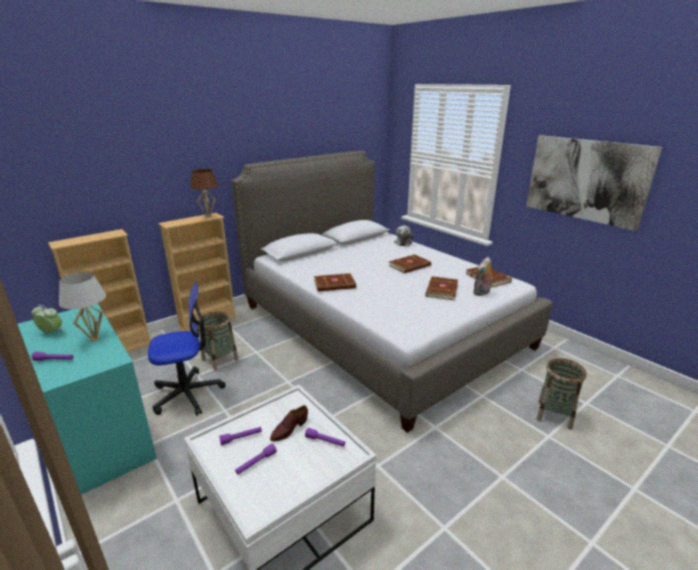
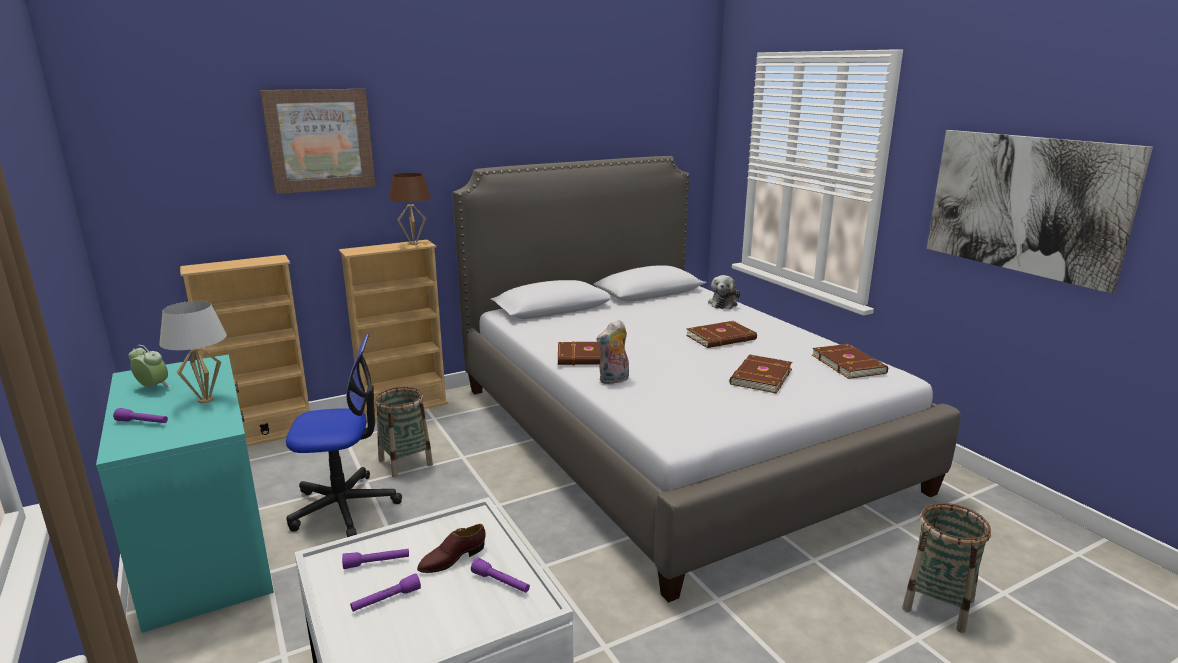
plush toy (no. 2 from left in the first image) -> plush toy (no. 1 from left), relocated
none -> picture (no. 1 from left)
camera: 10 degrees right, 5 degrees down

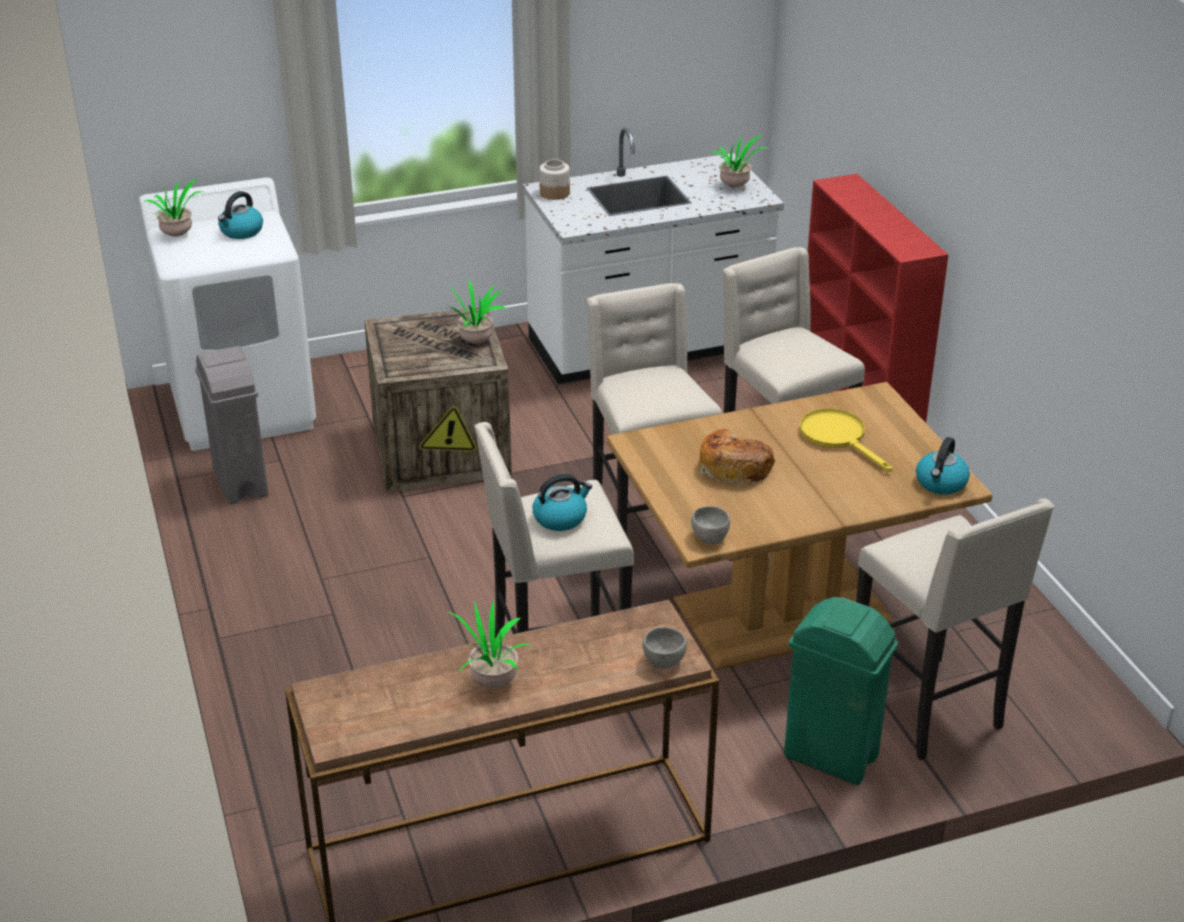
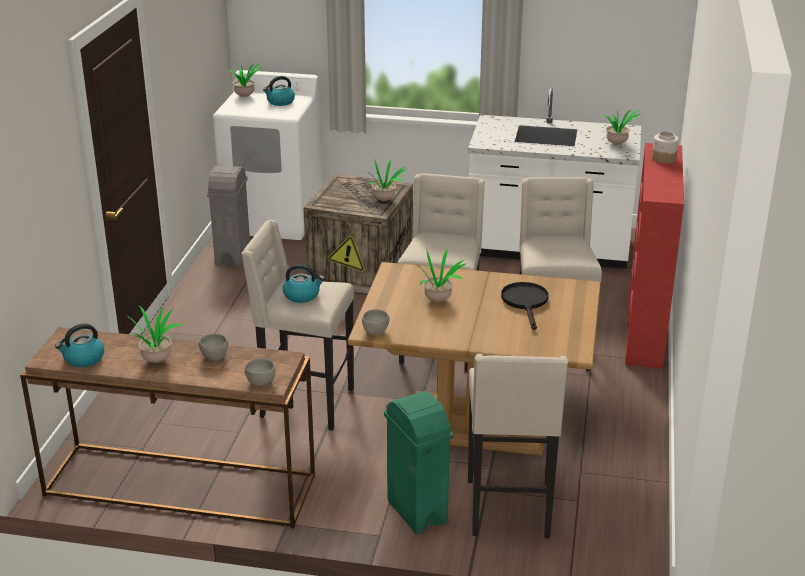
jar, relocated
yellow frying pan -> black frying pan
bread -> potted plant (no. 4 from left)
kettle (no. 3 from left in the first image) -> kettle (no. 1 from left), relocated
none -> grey bowl (no. 1 from left)
camera: 30 degrees right, 5 degrees down

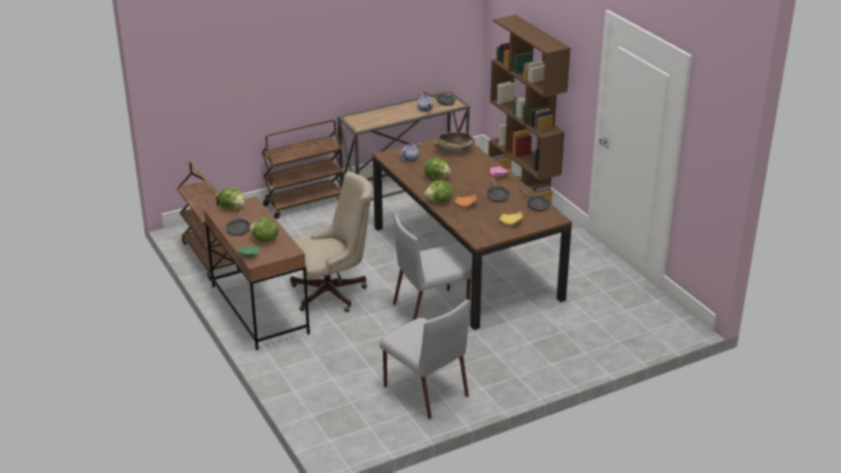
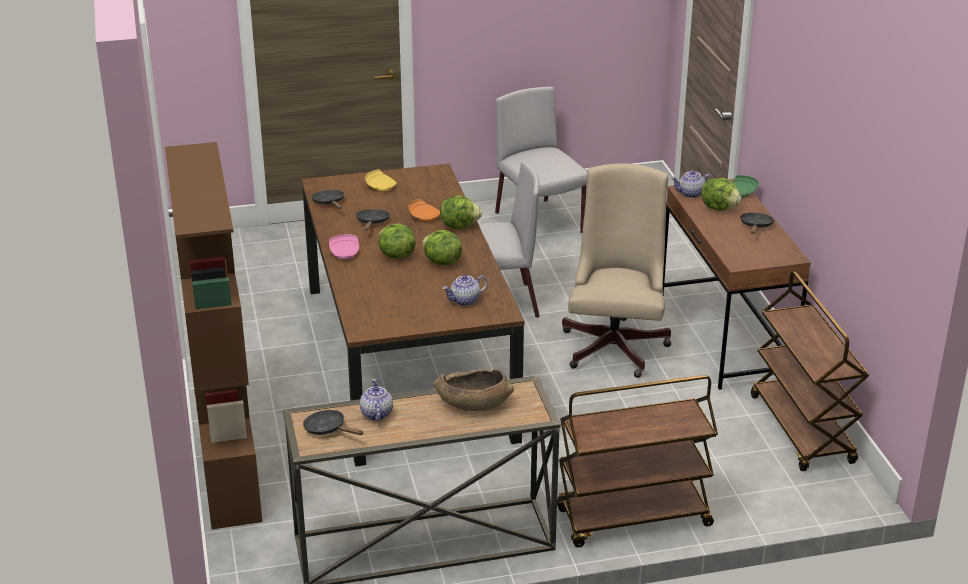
brown bowl, relocated
beige office chair, 105 degrees clockwise
lettuce (no. 1 from left), relocated
none -> teapot (no. 3 from left)
camera: 165 degrees left, 0 degrees up

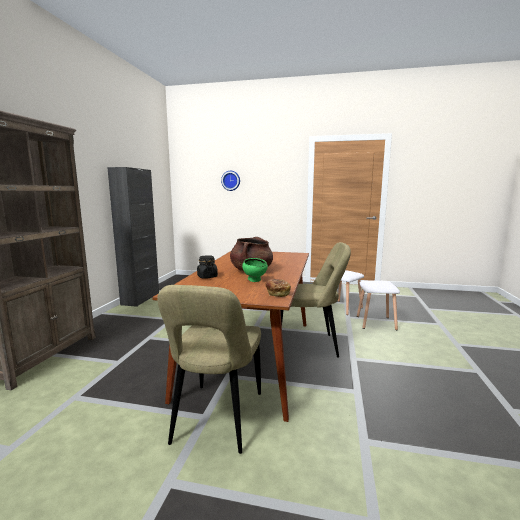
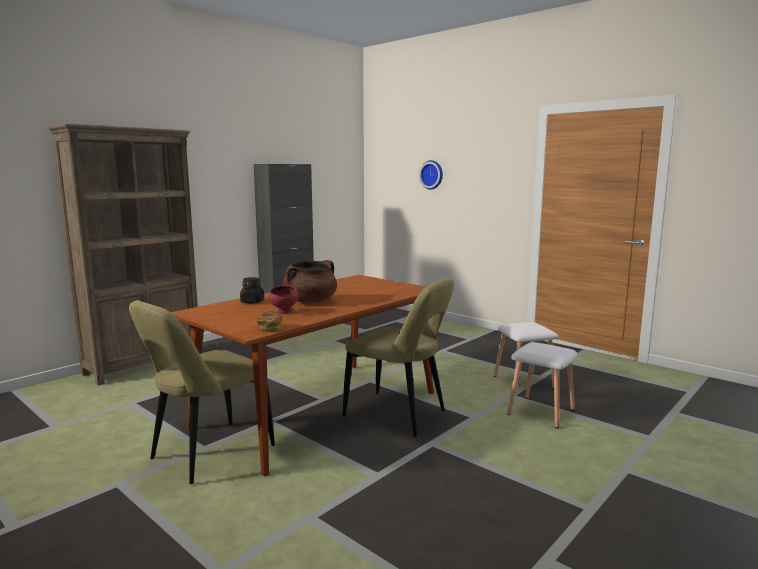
green bowl -> red bowl
camera: 30 degrees right, 0 degrees up

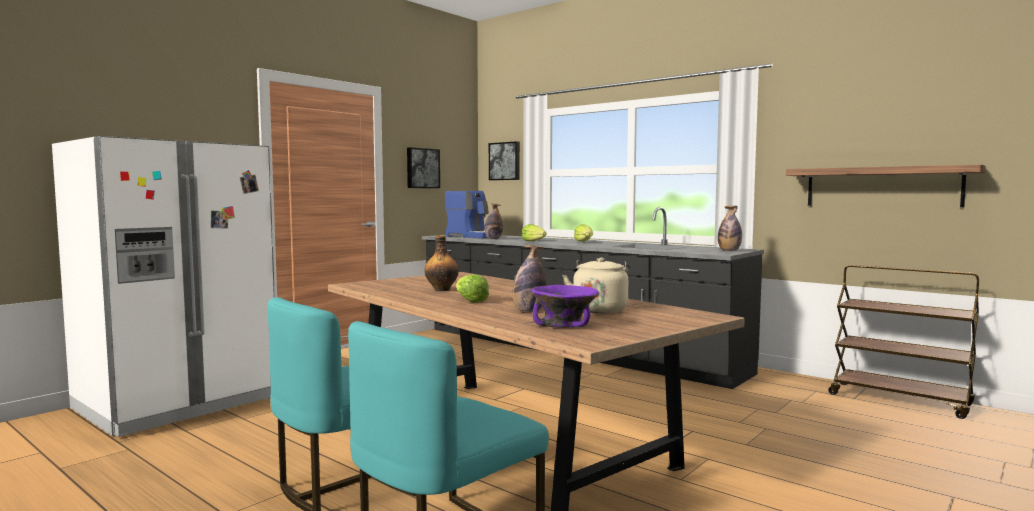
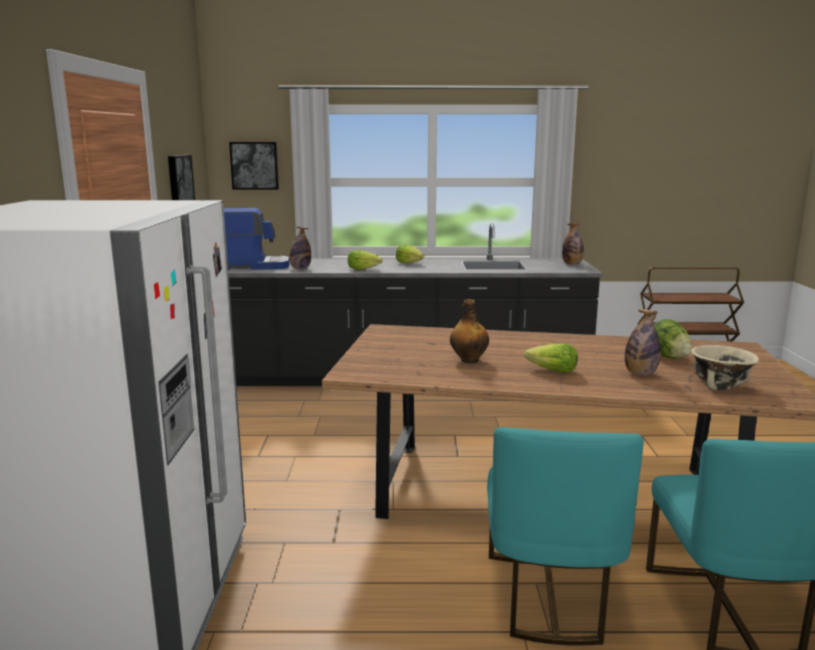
shelf -> none
beige kettle -> lettuce (no. 4 from left)
purple bowl -> beige bowl
camera: 40 degrees left, 10 degrees up

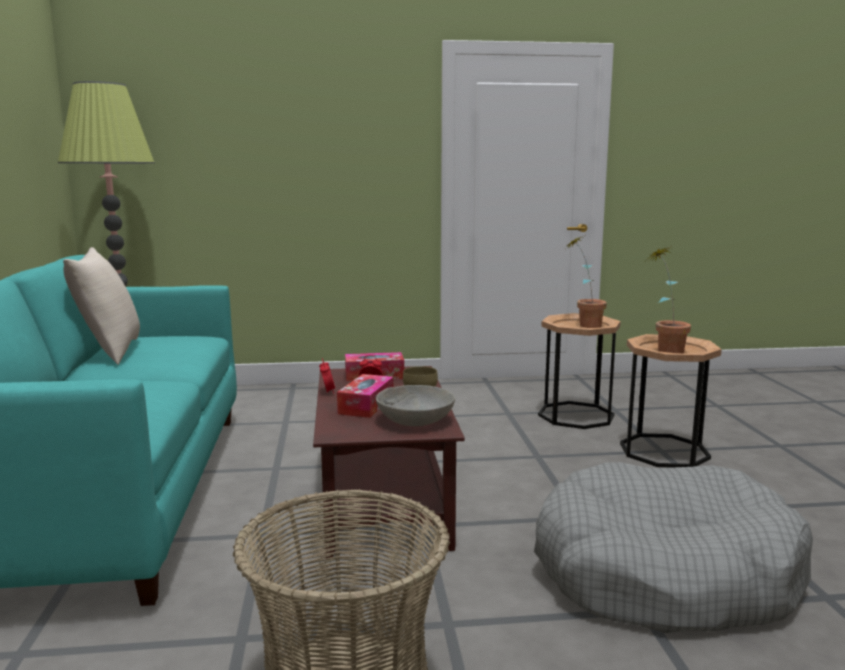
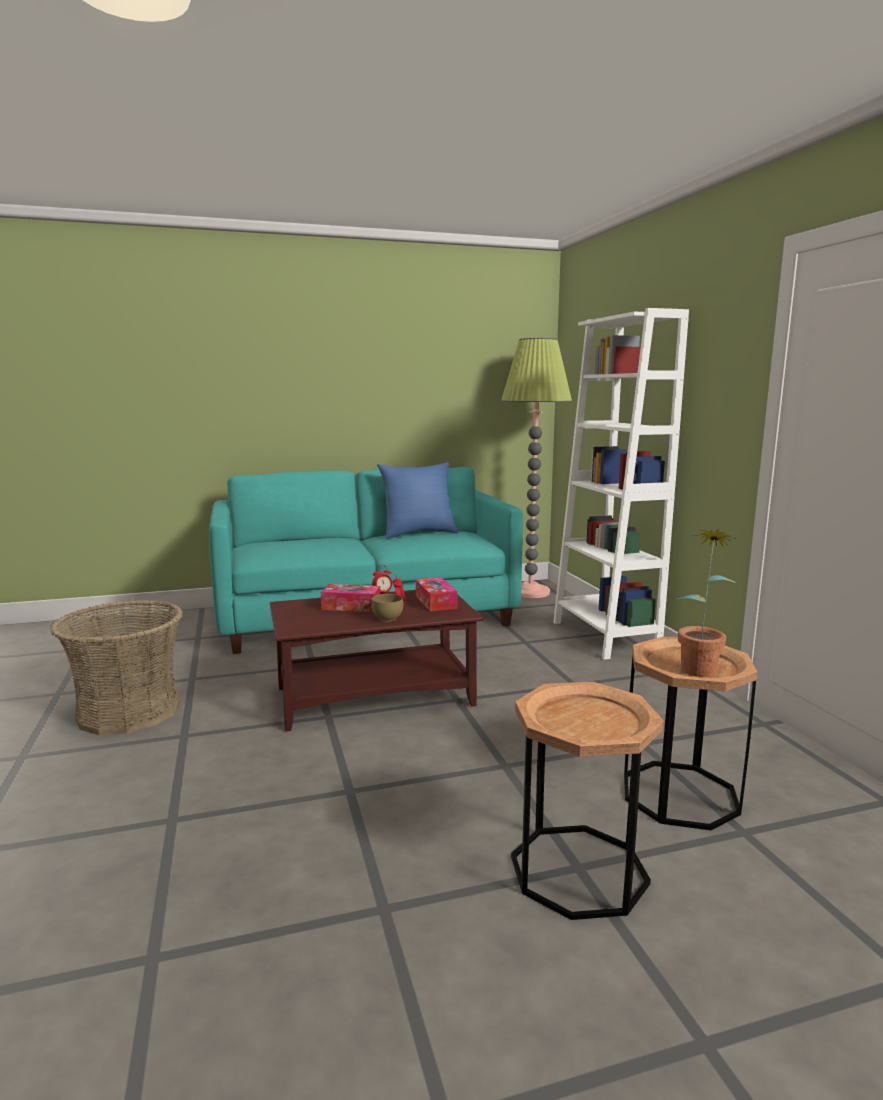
potted plant (no. 2 from left) -> none
beige pillow -> blue pillow
grey bowl -> none
grey dog bed -> none
none -> white bookcase
camera: 80 degrees right, 0 degrees up

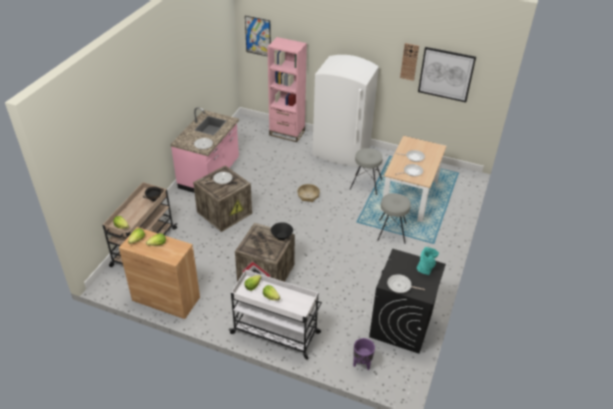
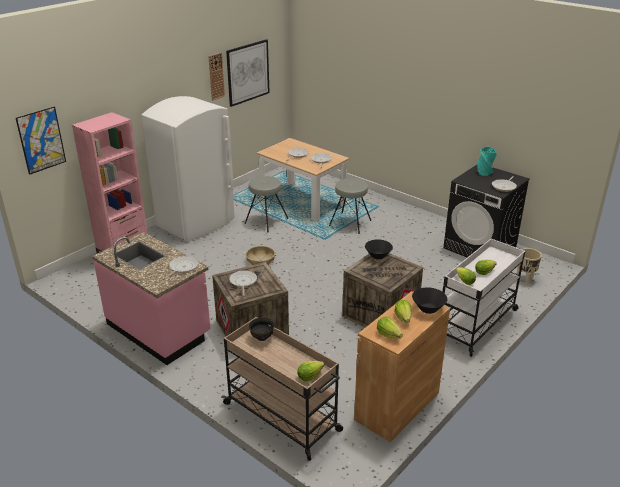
purple planter -> beige planter
none -> black bowl (no. 3 from left)
camera: 70 degrees left, 10 degrees down

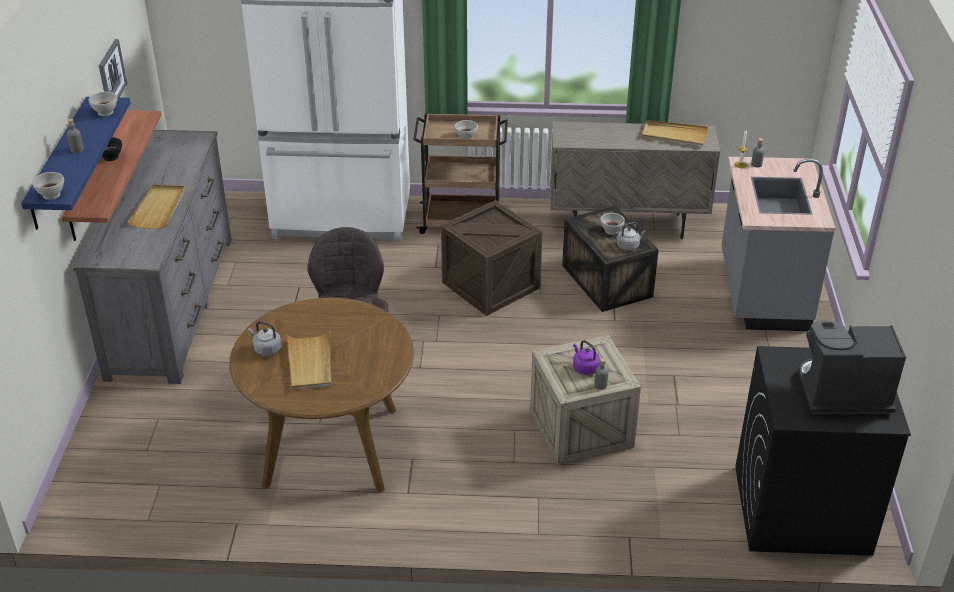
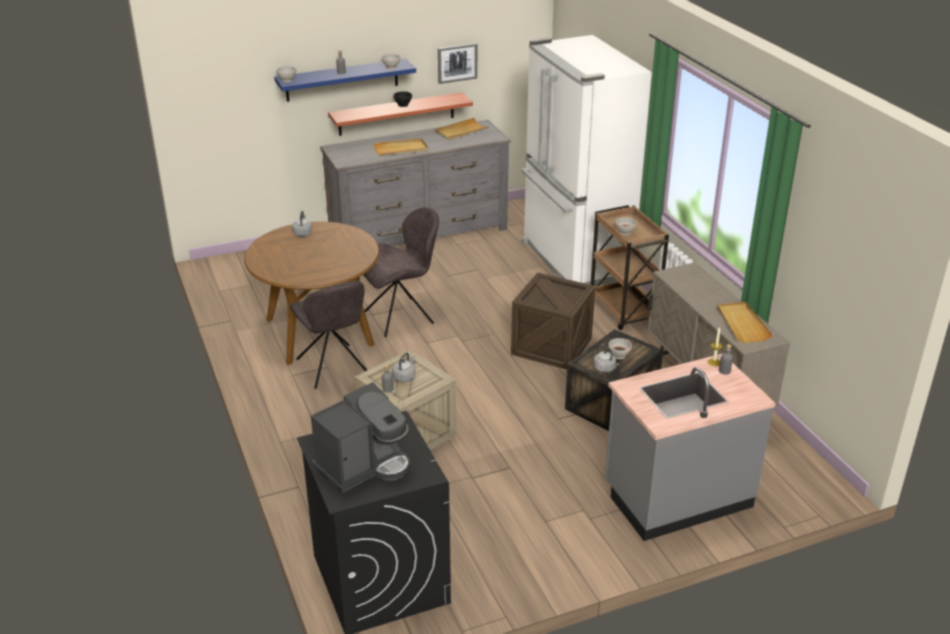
coffee machine, 75 degrees clockwise
beige tray (no. 2 from left), relocated
purple kettle -> grey kettle (no. 2 from left)
none -> grey chair (no. 1 from left)
camera: 65 degrees right, 5 degrees down

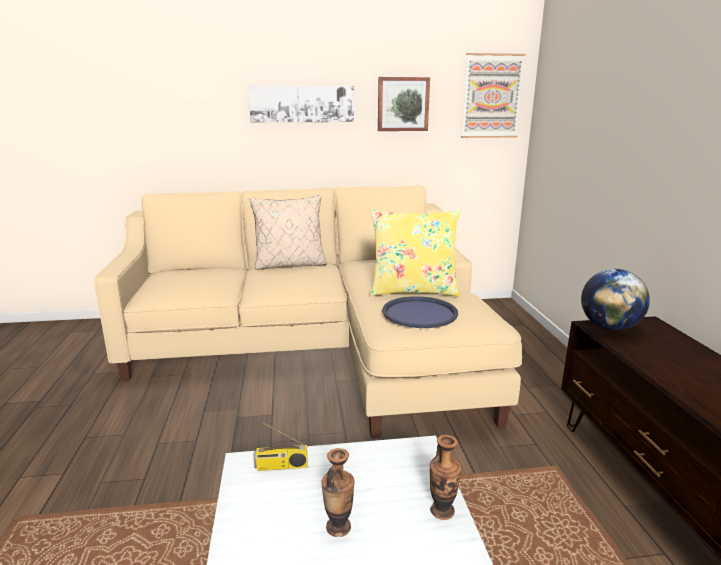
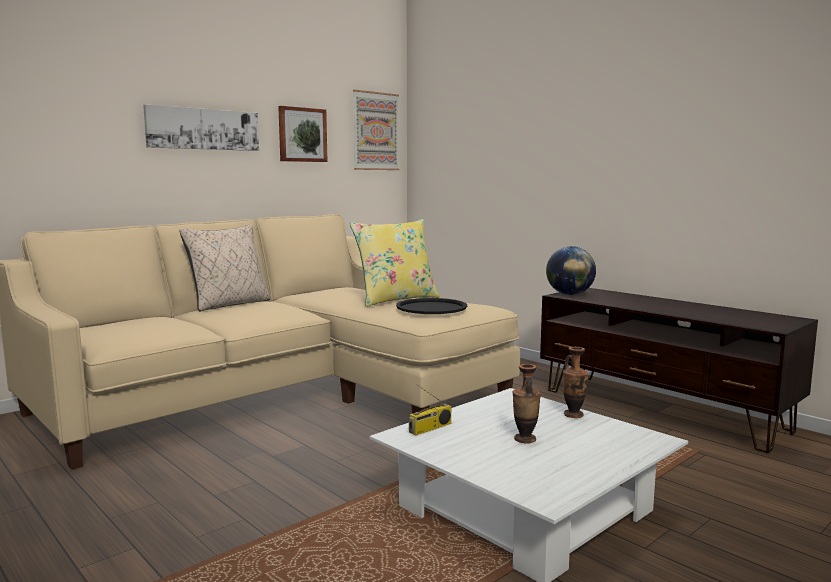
blue tray -> black tray
camera: 35 degrees left, 10 degrees down

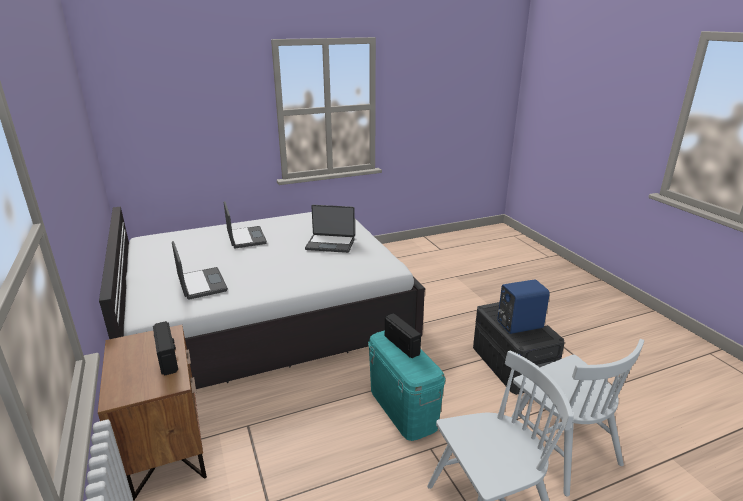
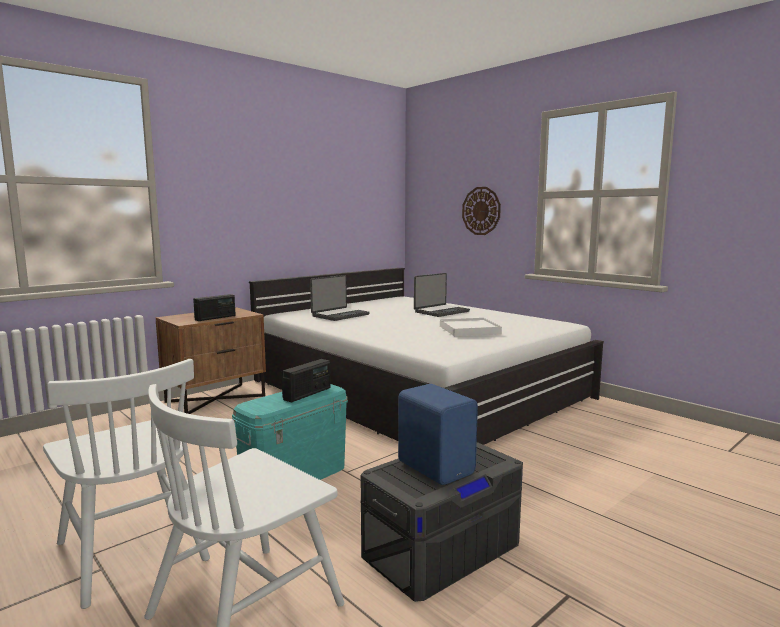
laptop (no. 3 from left) -> white tray
none -> wall clock
camera: 70 degrees right, 15 degrees down

